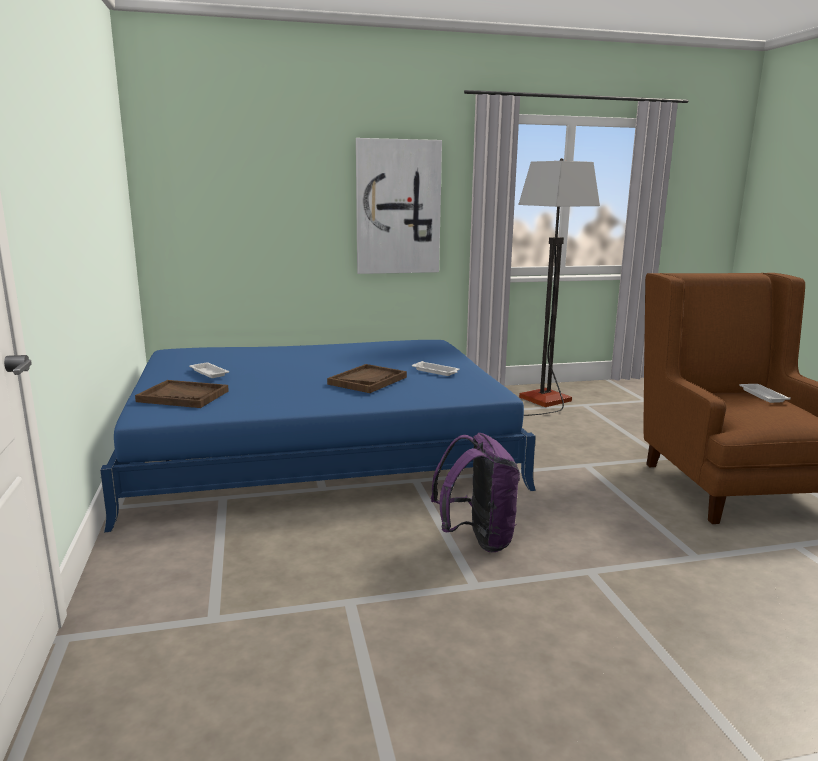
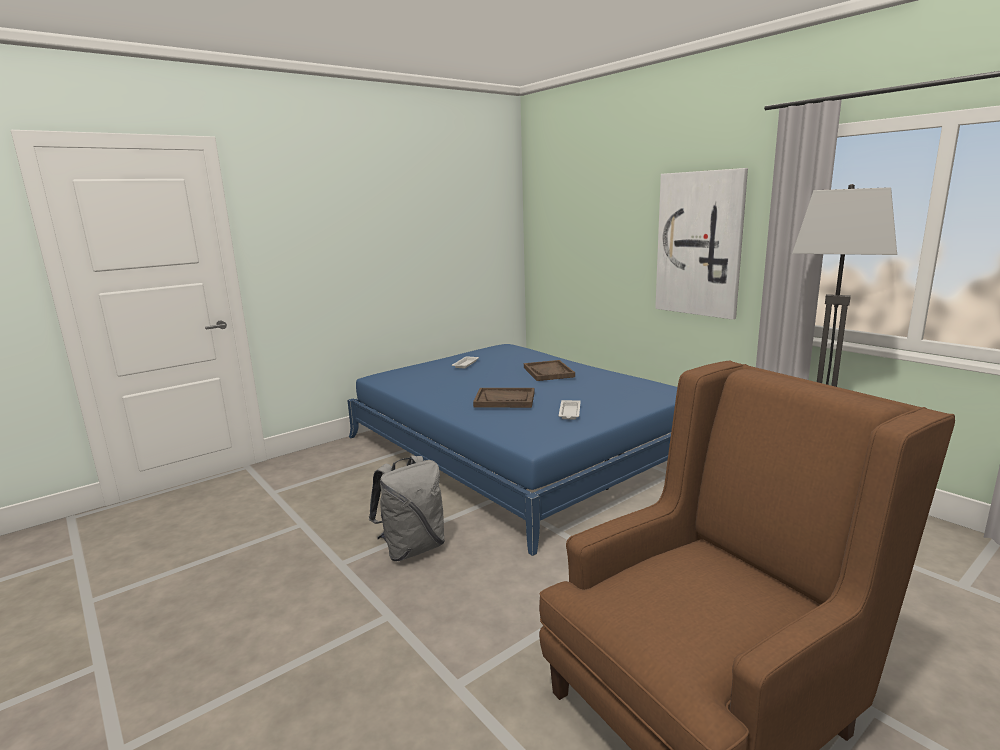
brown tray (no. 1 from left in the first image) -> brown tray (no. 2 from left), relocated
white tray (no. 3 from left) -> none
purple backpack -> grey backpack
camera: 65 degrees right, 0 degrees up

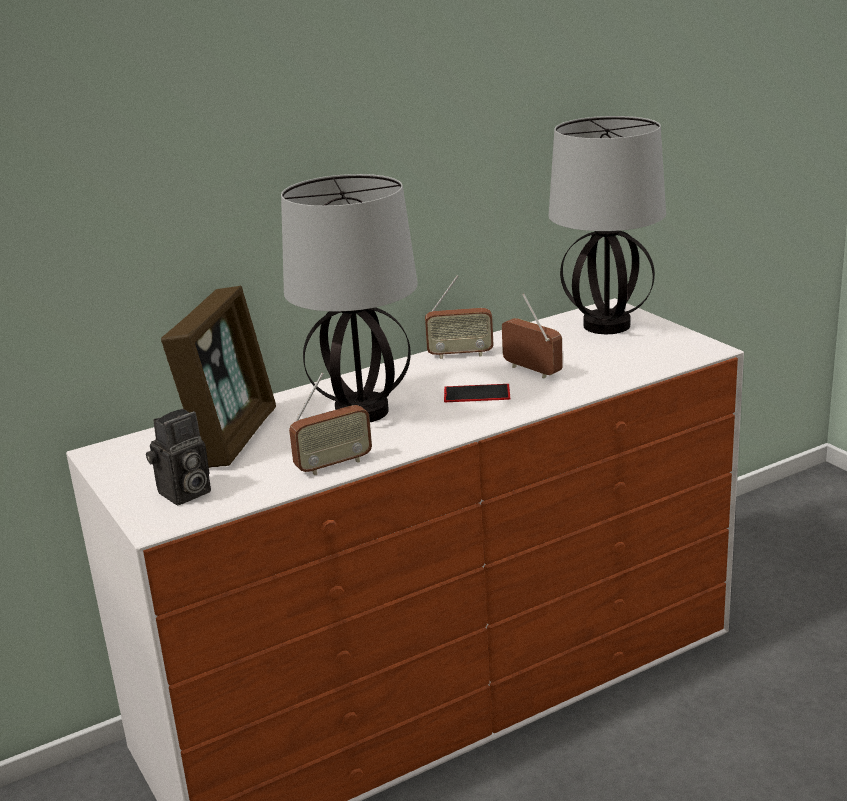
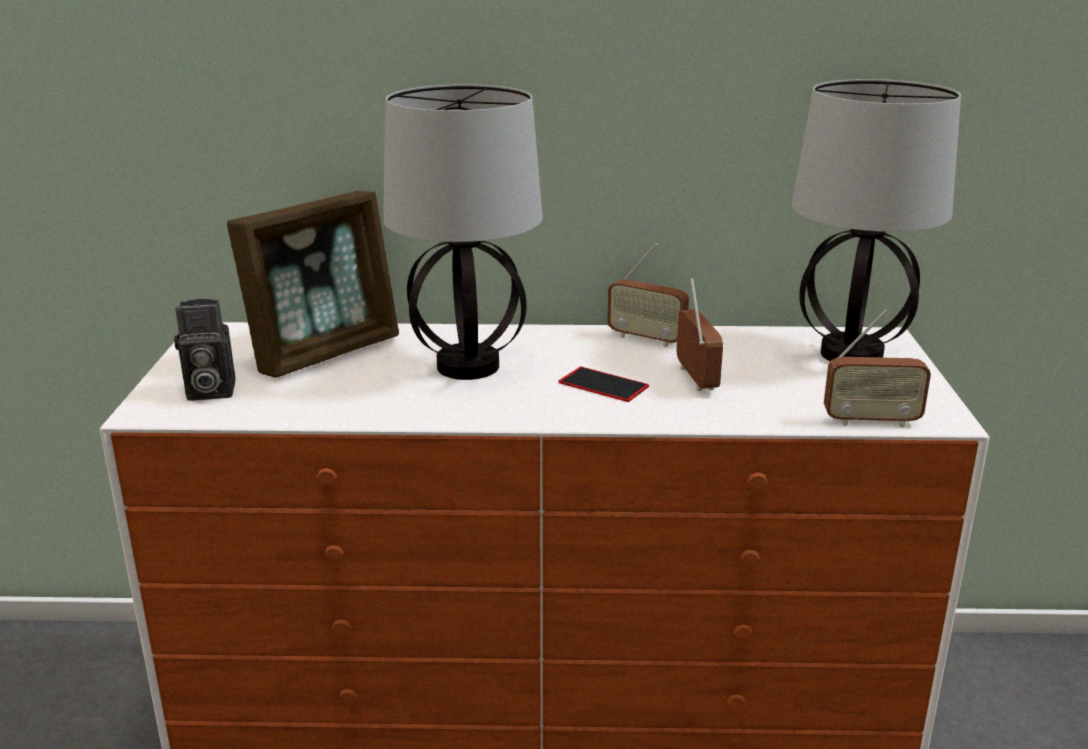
radio (no. 1 from left in the first image) -> radio (no. 3 from left), relocated
camera: 30 degrees right, 0 degrees up

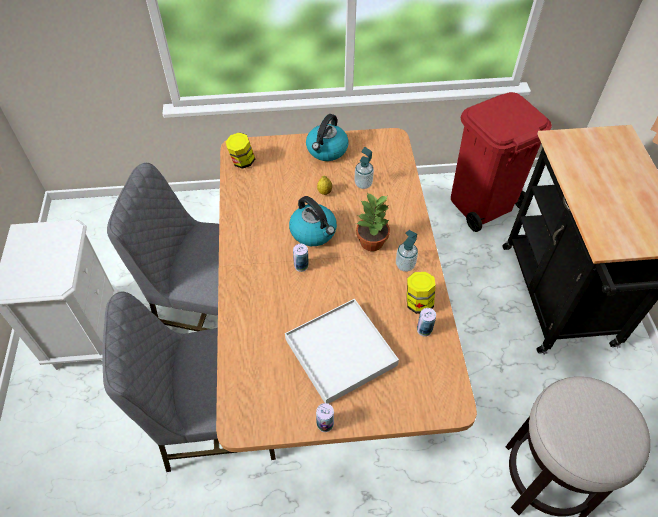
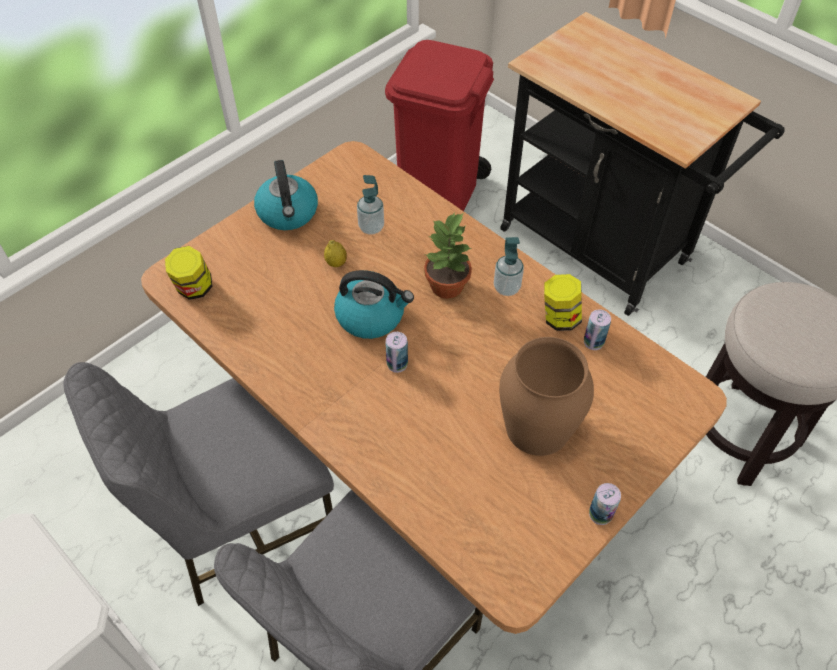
white tray -> brown vase
camera: 40 degrees left, 0 degrees up

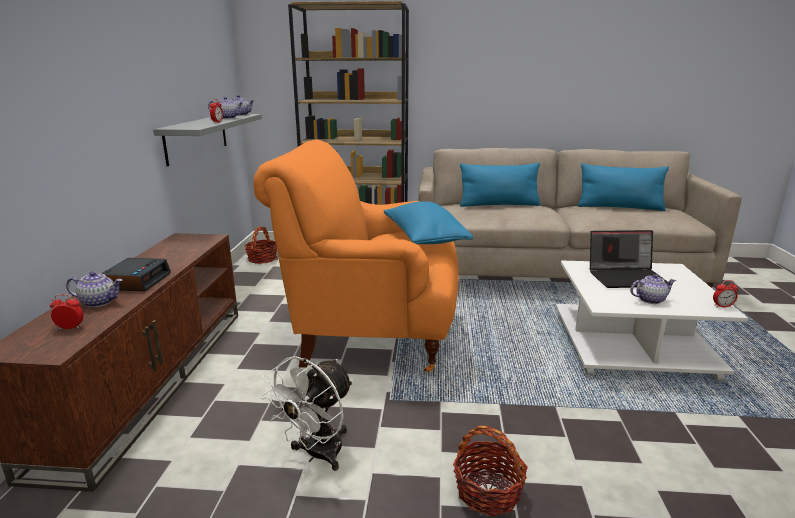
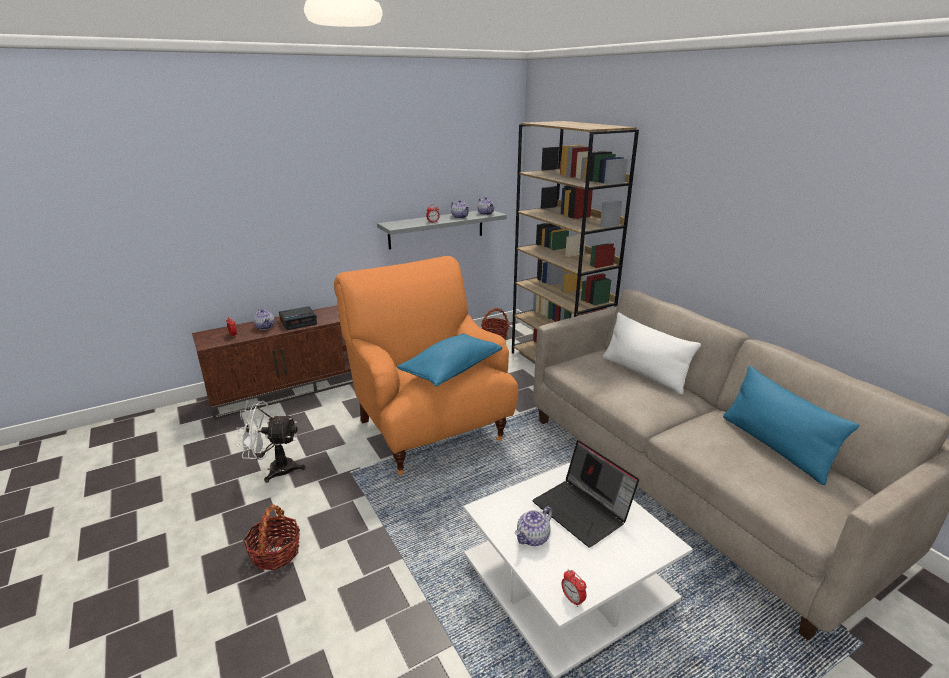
blue pillow (no. 2 from left) -> white pillow
teapot (no. 4 from left), 90 degrees clockwise
camera: 55 degrees right, 5 degrees up

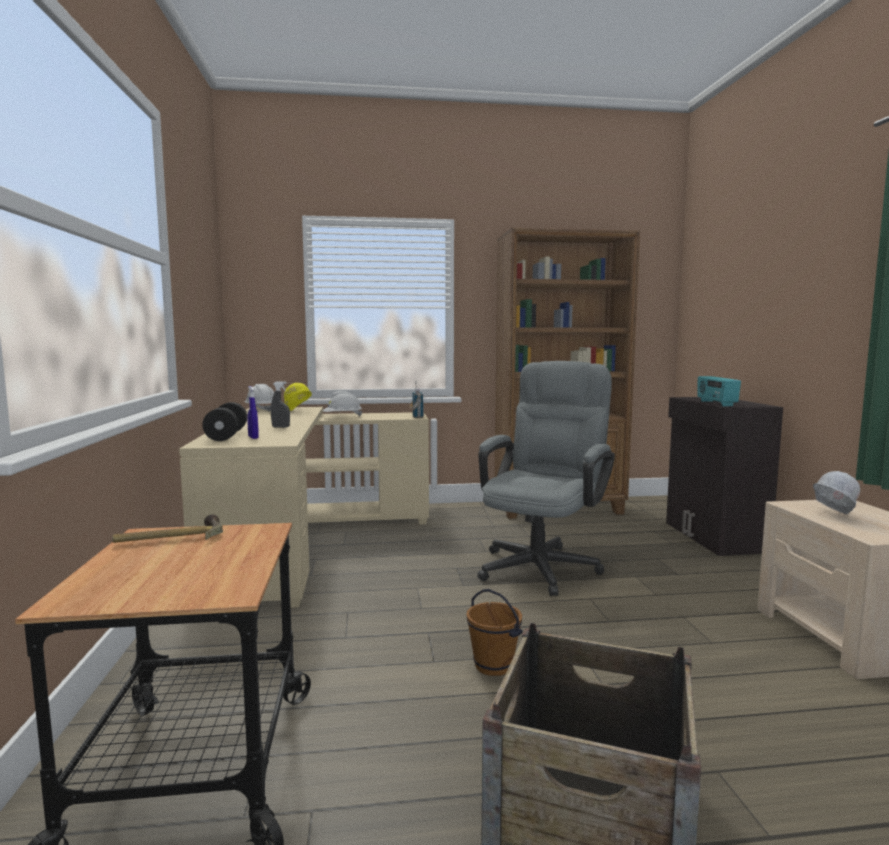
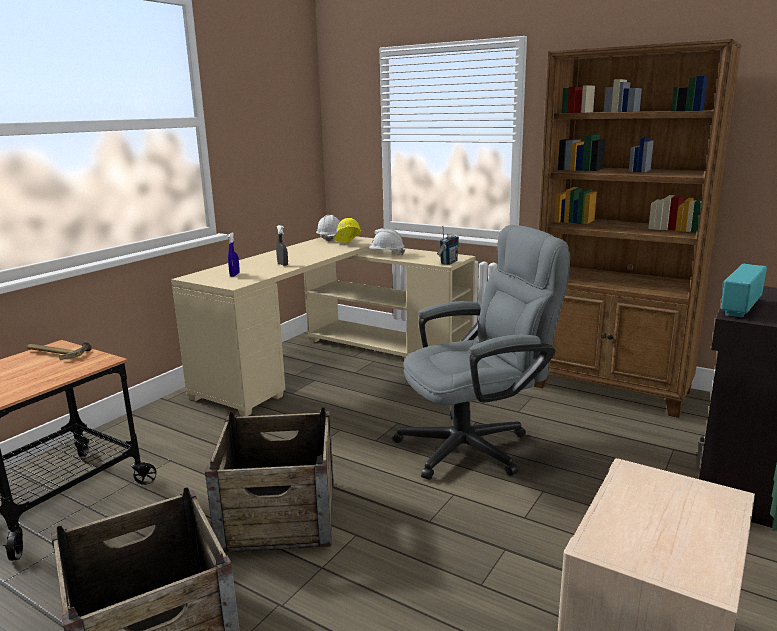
black dumbbell -> none
white hard hat (no. 3 from left) -> none
brown bucket -> crate (no. 2 from left)
camera: 40 degrees right, 10 degrees up

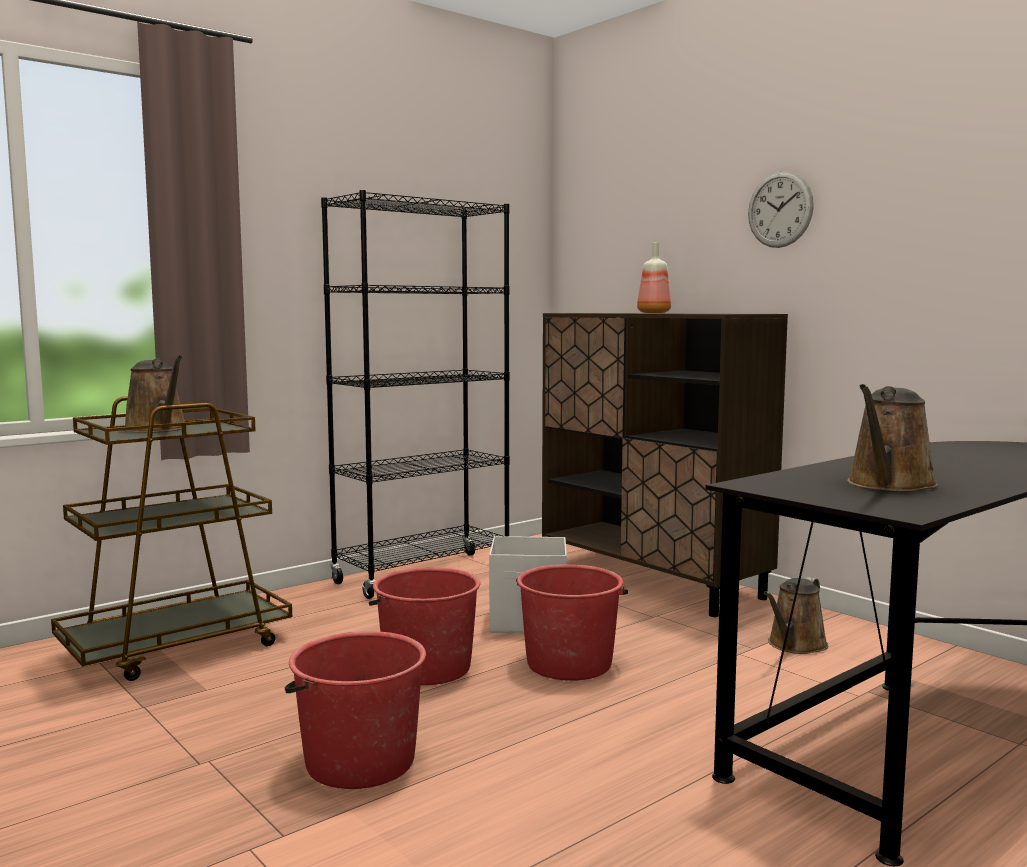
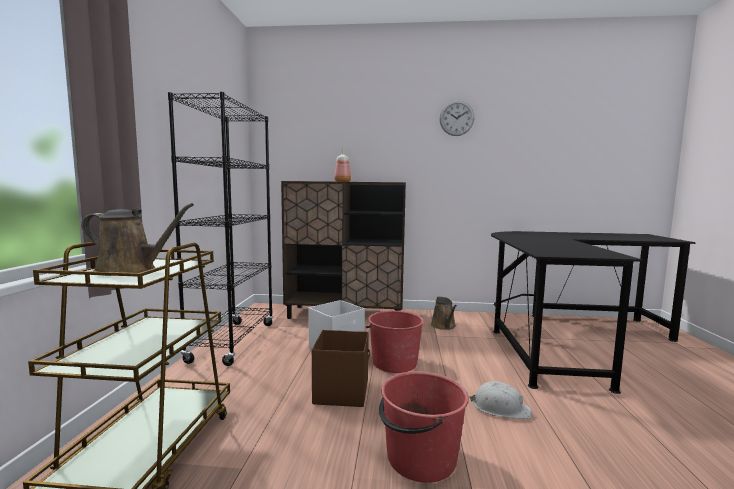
wall clock, relocated
brown watering can (no. 3 from left) -> none
red bucket (no. 2 from left) -> brown storage box
none -> white hard hat
camera: 45 degrees left, 0 degrees up

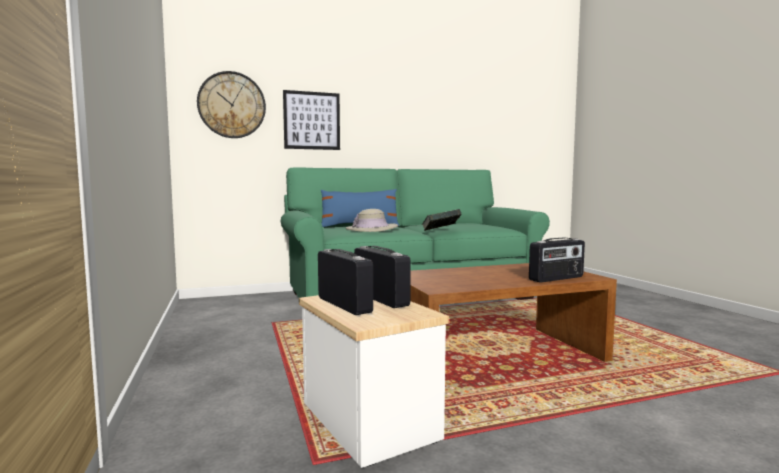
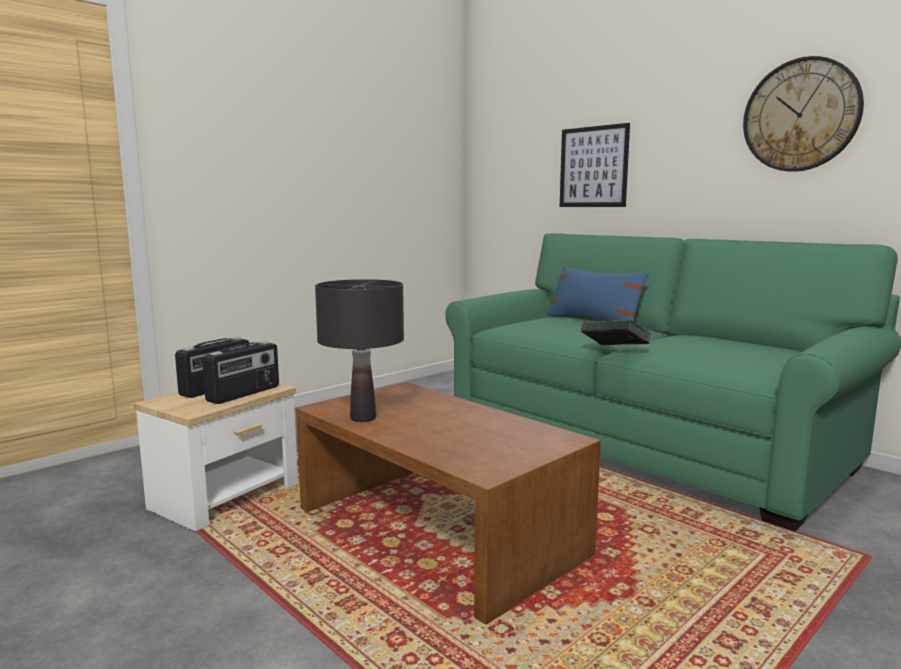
wall clock, relocated
beige hat -> none
radio (no. 3 from left) -> none
none -> black table lamp
camera: 65 degrees right, 5 degrees up

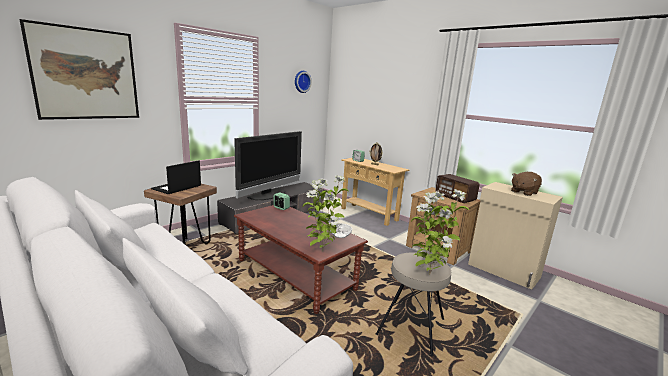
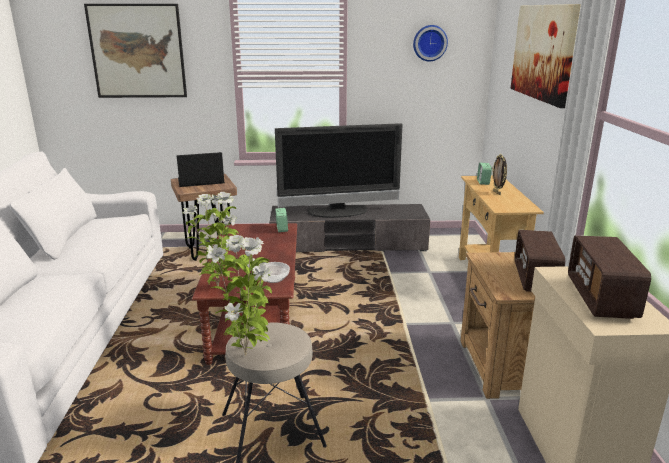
brown plush toy -> radio (no. 2 from left)
none -> picture (no. 2 from left)
camera: 45 degrees right, 5 degrees up

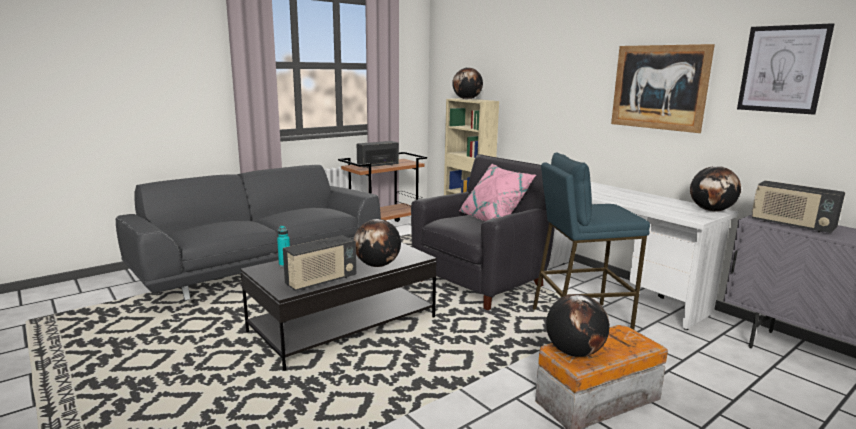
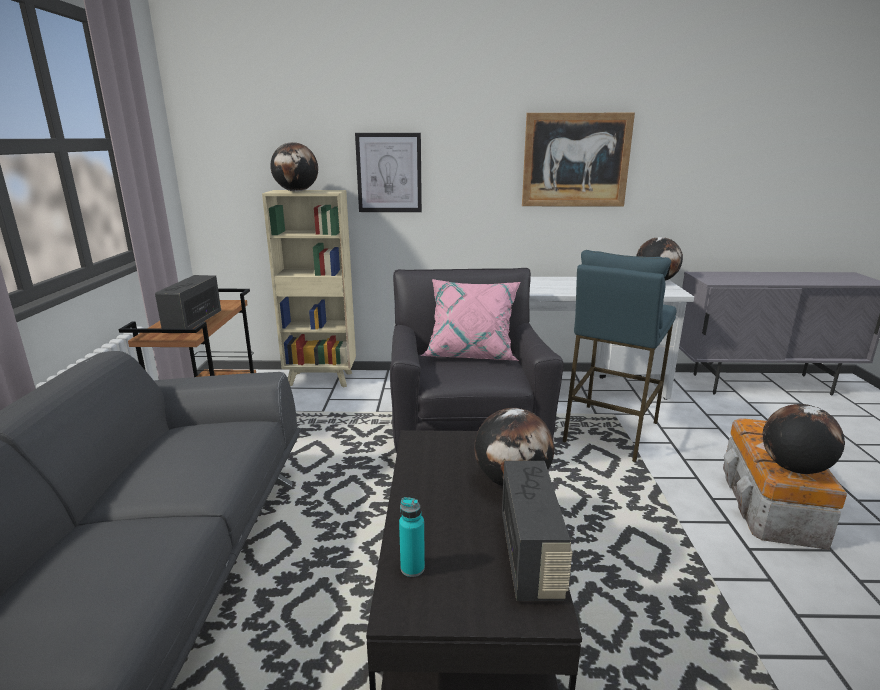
picture (no. 2 from left in the first image) -> picture (no. 1 from left), relocated
radio (no. 3 from left) -> none
camera: 50 degrees left, 5 degrees up

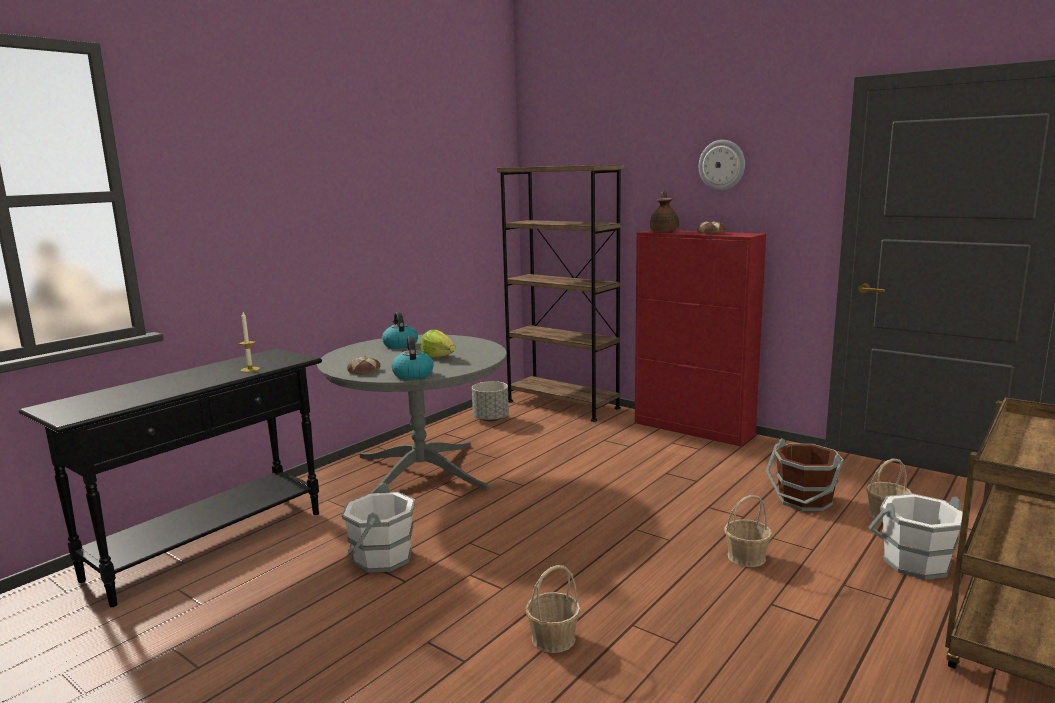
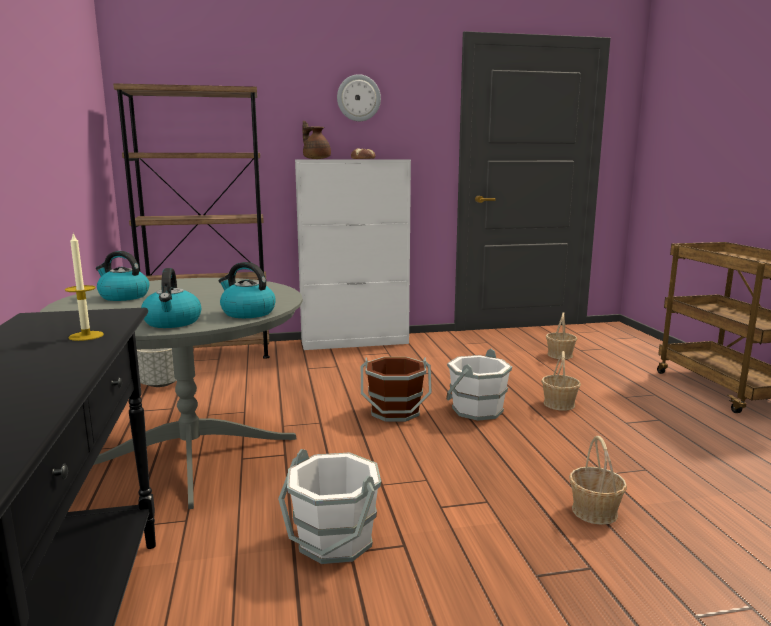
red cabinet -> white cabinet
lettuce -> none
bread (no. 1 from left) -> kettle (no. 2 from left)
brown bucket, relocated
white bucket (no. 2 from left), relocated
camera: 50 degrees left, 0 degrees up

